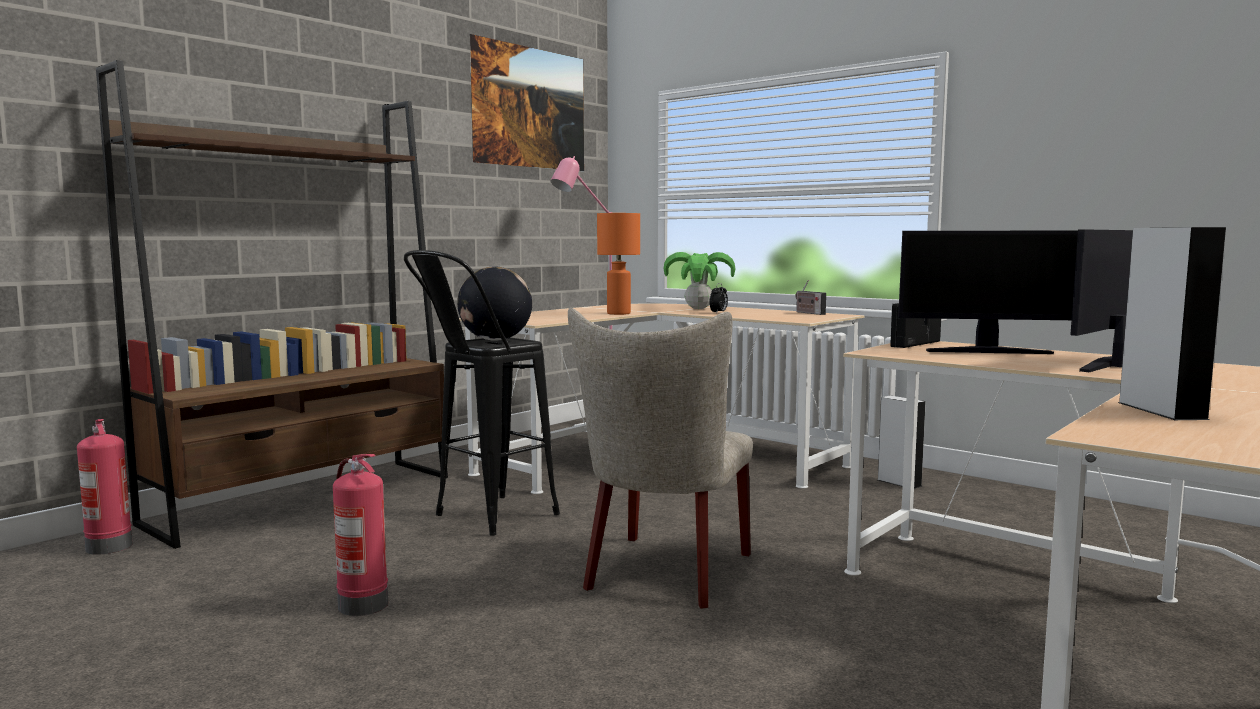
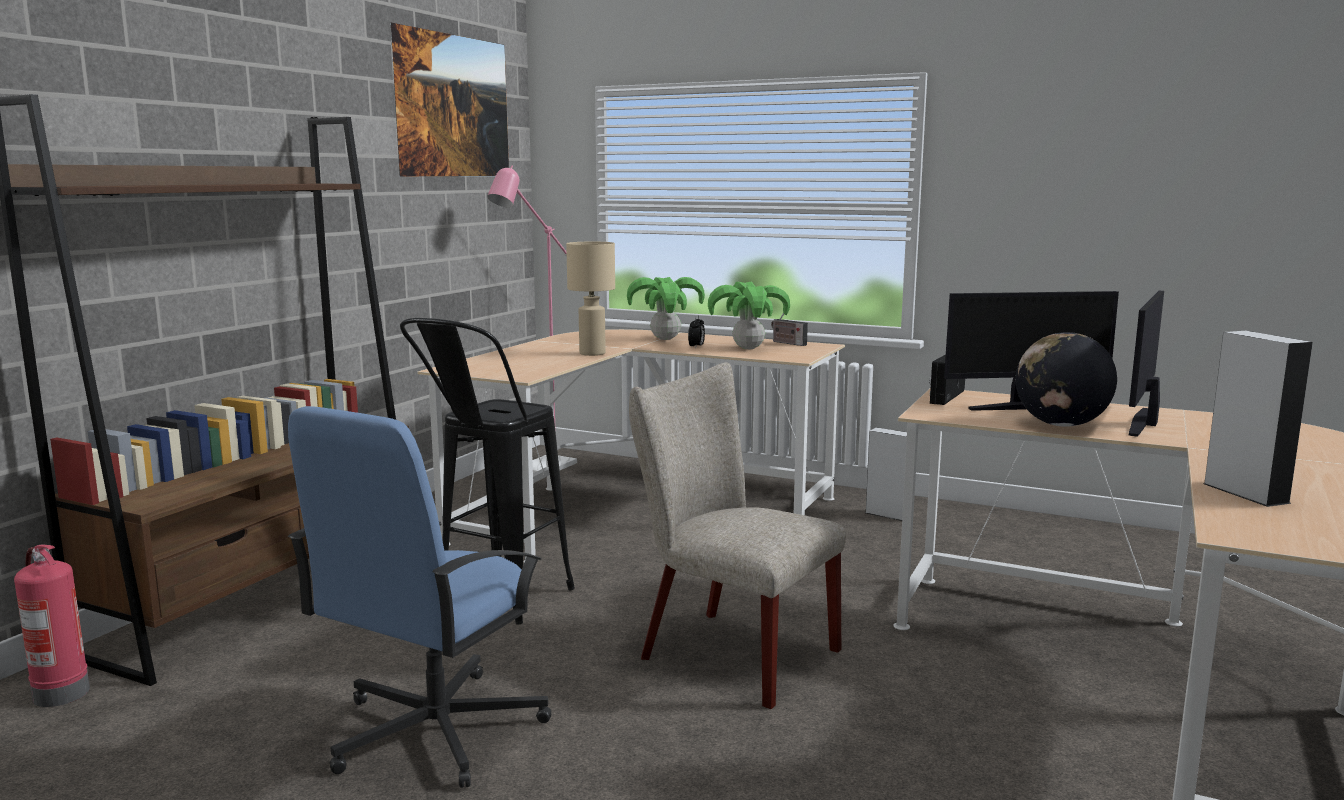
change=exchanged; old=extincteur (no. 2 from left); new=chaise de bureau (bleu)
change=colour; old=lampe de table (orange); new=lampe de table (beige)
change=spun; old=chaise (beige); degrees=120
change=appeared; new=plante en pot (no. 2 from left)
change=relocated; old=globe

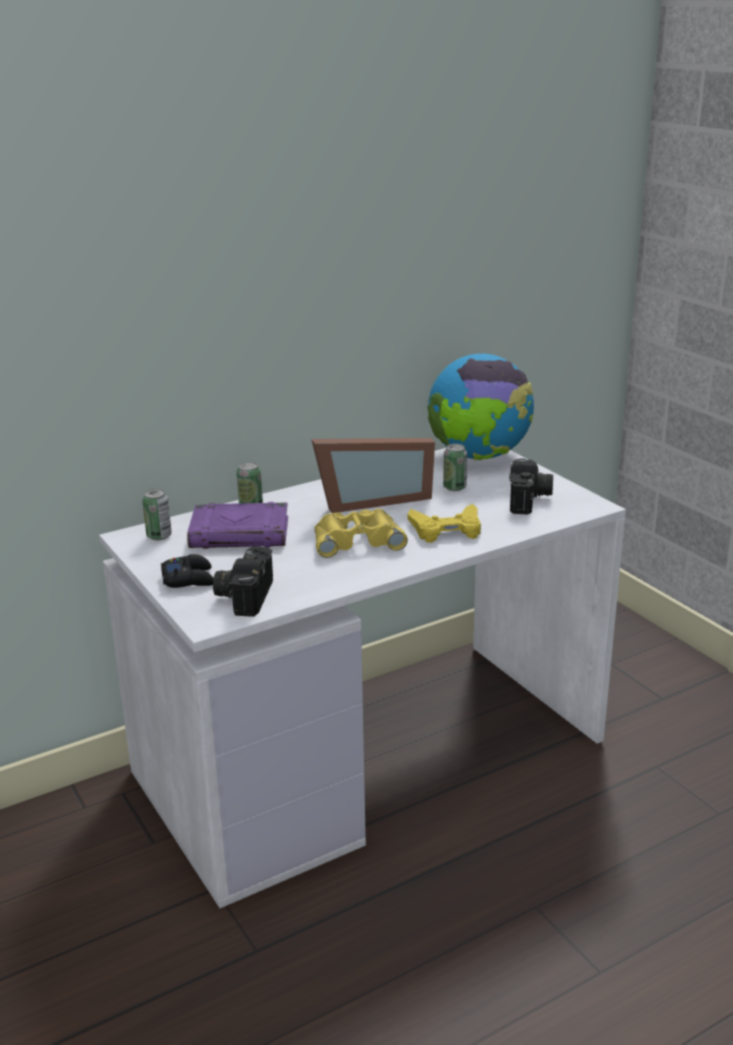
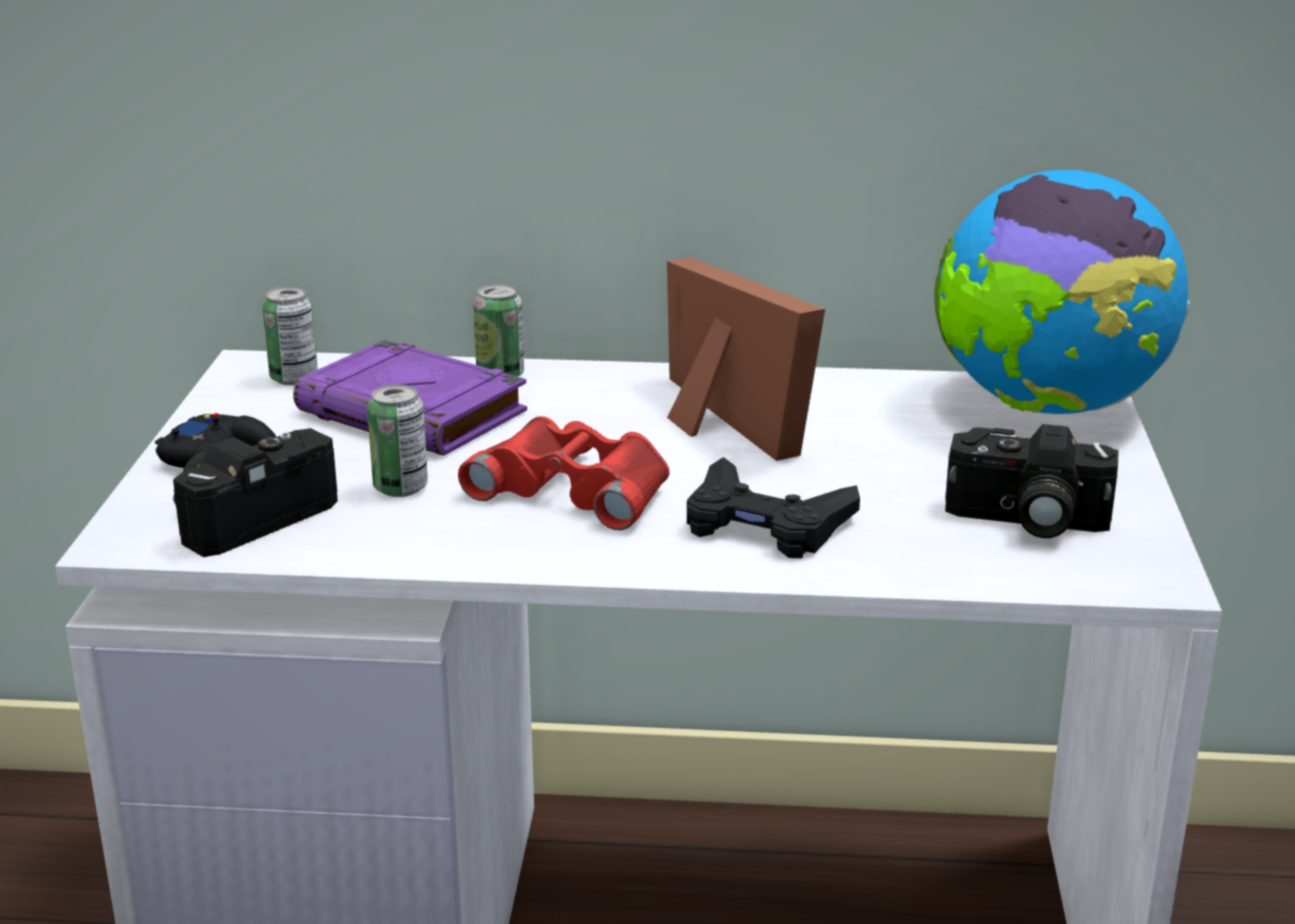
change=relocated; old=boîte métallique (no. 3 from left in the first image); new=boîte métallique (no. 2 from left)
change=colour; old=jumelles (jaune); new=jumelles (rouge)
change=spun; old=cadre photo; degrees=-135
change=colour; old=manette (jaune); new=manette (noir) (no. 2 from left)
change=spun; old=appareil photo (no. 2 from left); degrees=60

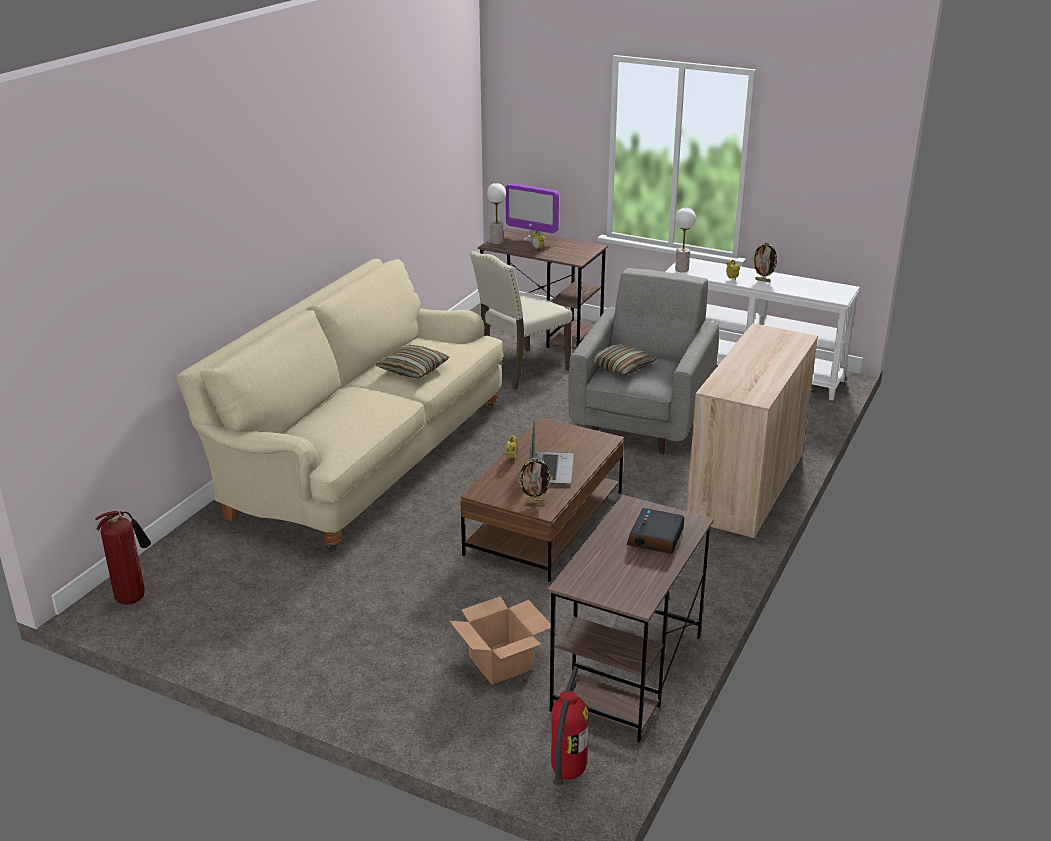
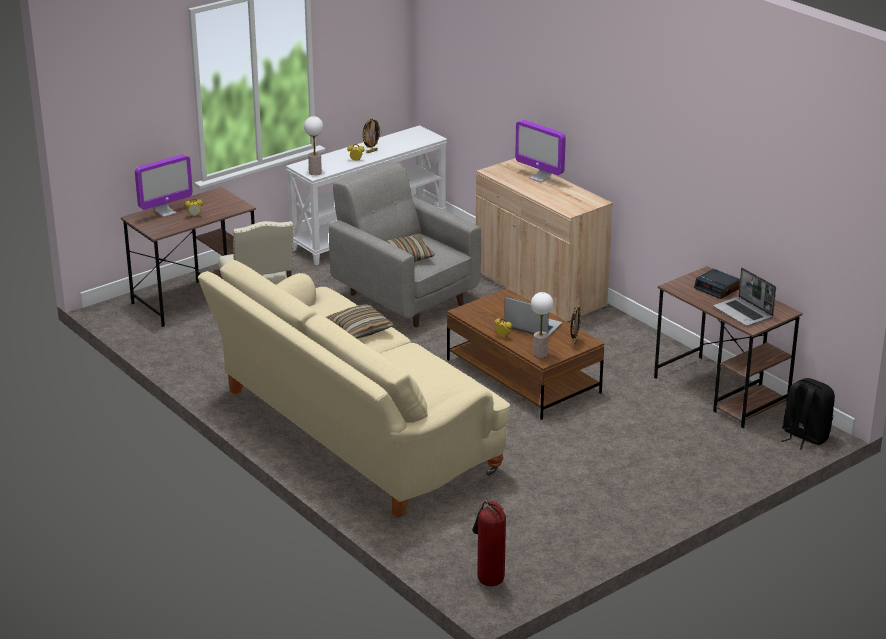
change=appeared; new=écran d'ordinateur (no. 2 from left)
change=relocated; old=lampe de table (no. 1 from left in the first image); new=lampe de table (no. 2 from left)
change=appeared; new=ordinateur portable (no. 2 from left)
change=exchanged; old=extincteur (no. 2 from left); new=sac à dos (noir)
change=missing; old=carton

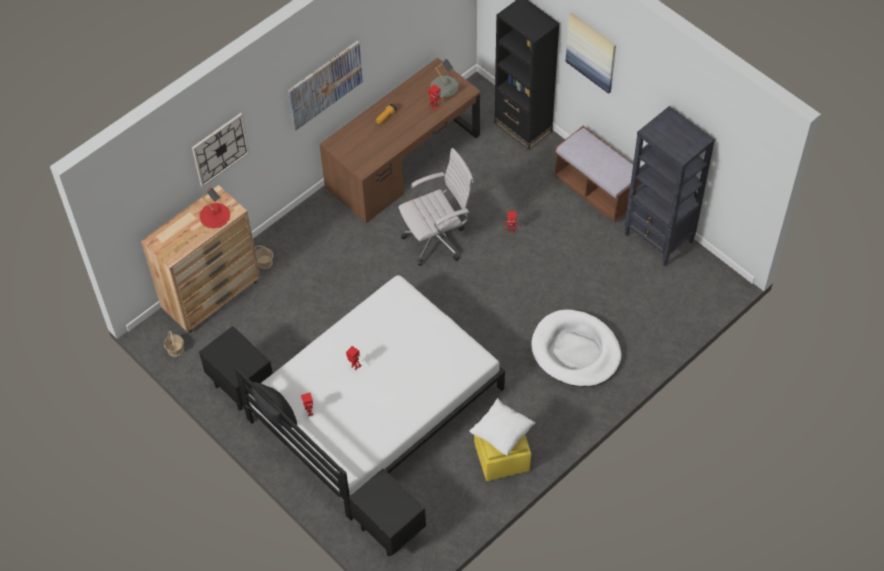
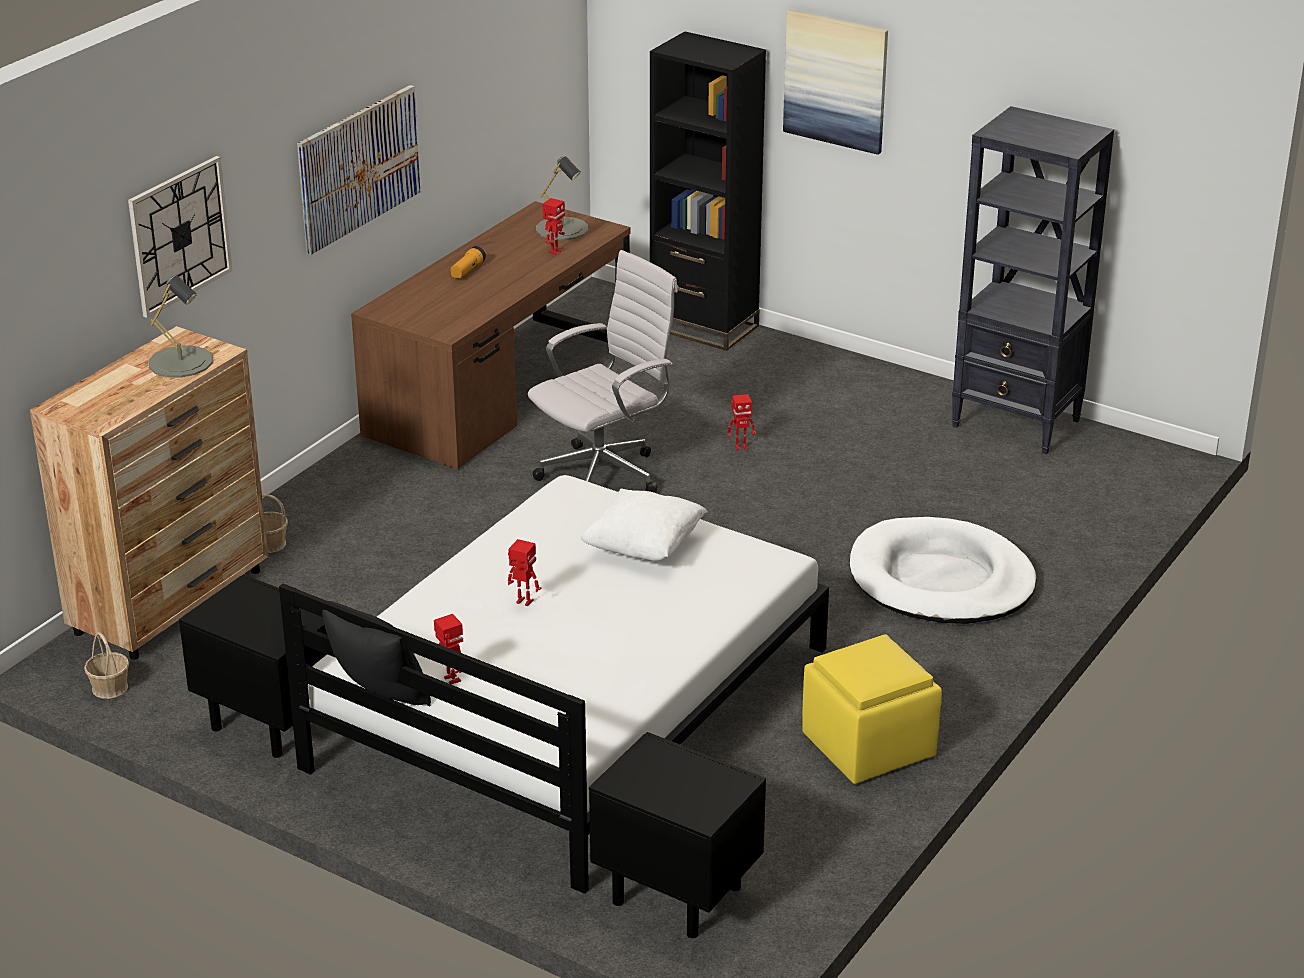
change=colour; old=lampe de table (rouge); new=lampe de table (gris) (no. 1 from left)
change=relocated; old=coussin (blanc)
change=missing; old=banc (marron)

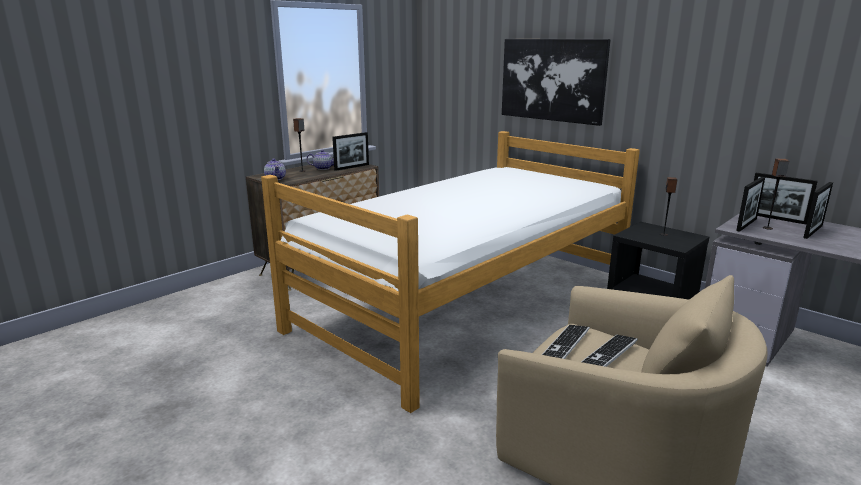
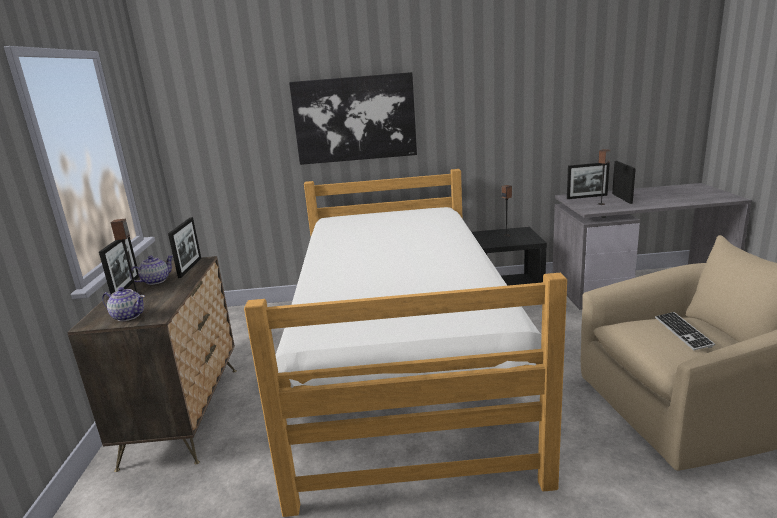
change=relocated; old=cadre photo (no. 2 from left in the first image); new=cadre photo (no. 1 from left)
change=missing; old=clavier (no. 1 from left)

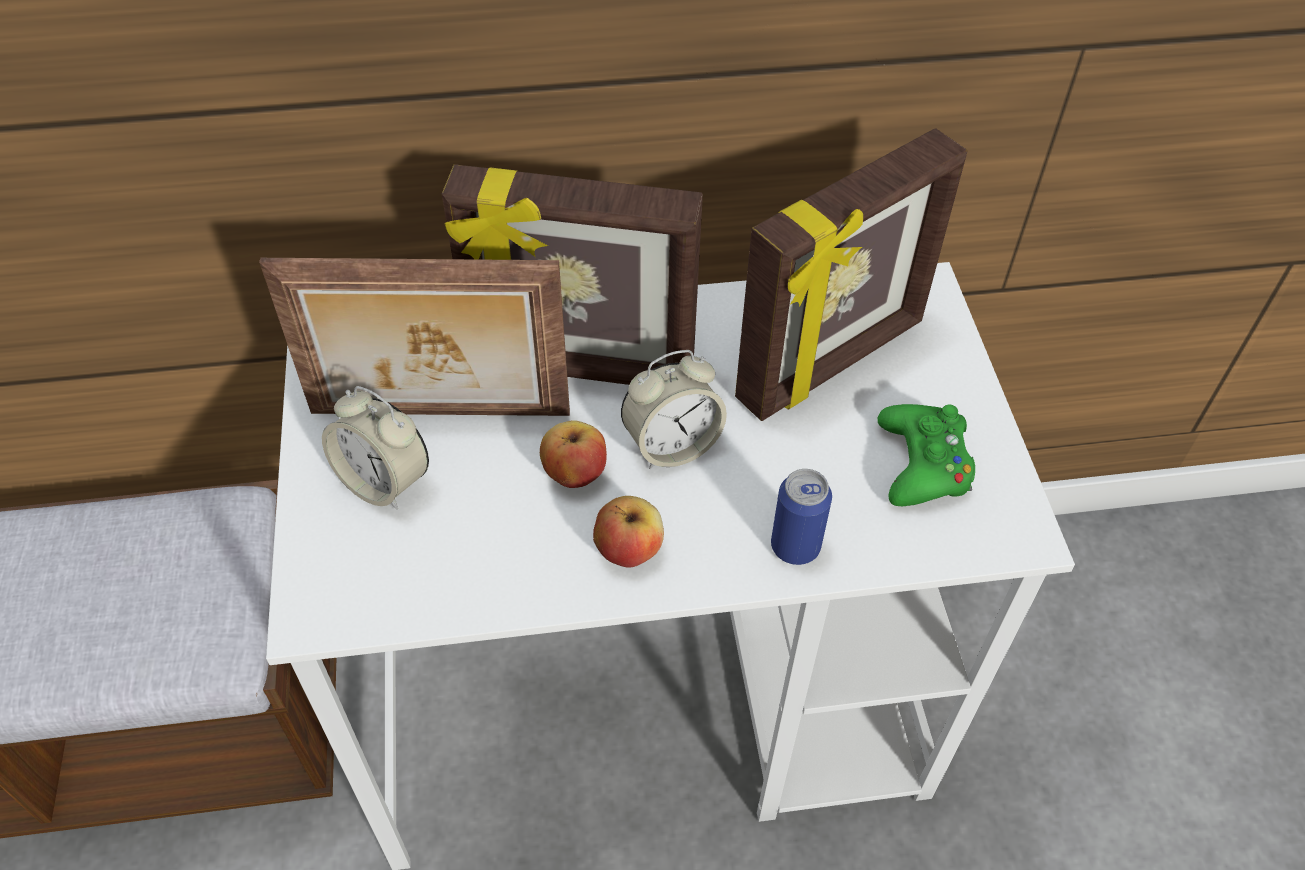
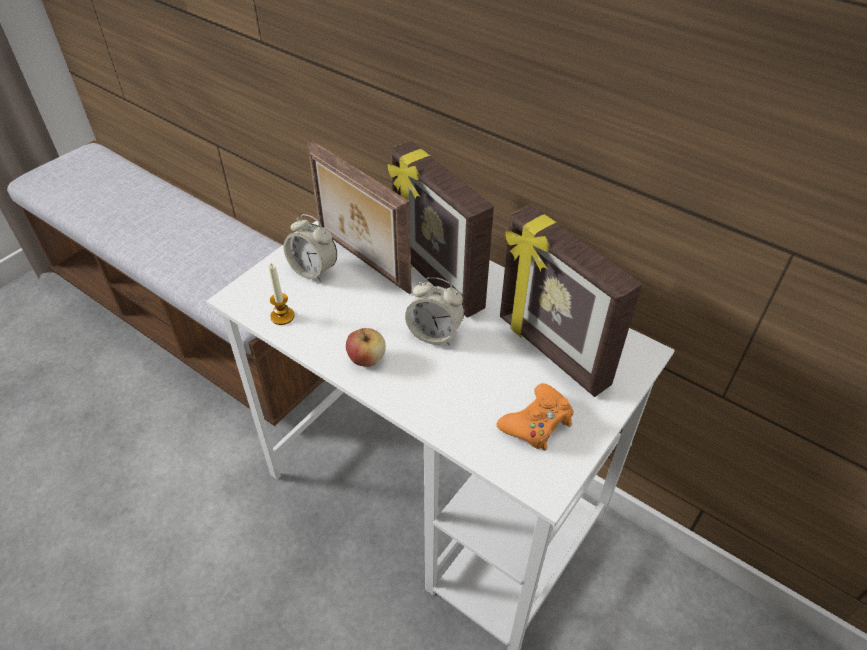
change=appeared; new=bougie
change=spun; old=réveil (no. 1 from left); degrees=-45
change=colour; old=manette (vert); new=manette (orange)
change=spun; old=cadre photo (no. 3 from left); degrees=45
change=missing; old=pomme (no. 1 from left)
change=missing; old=boîte métallique

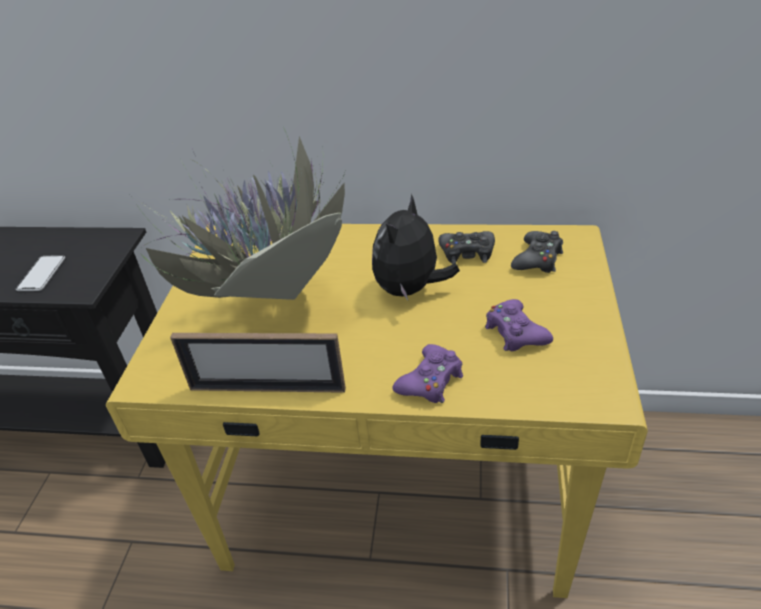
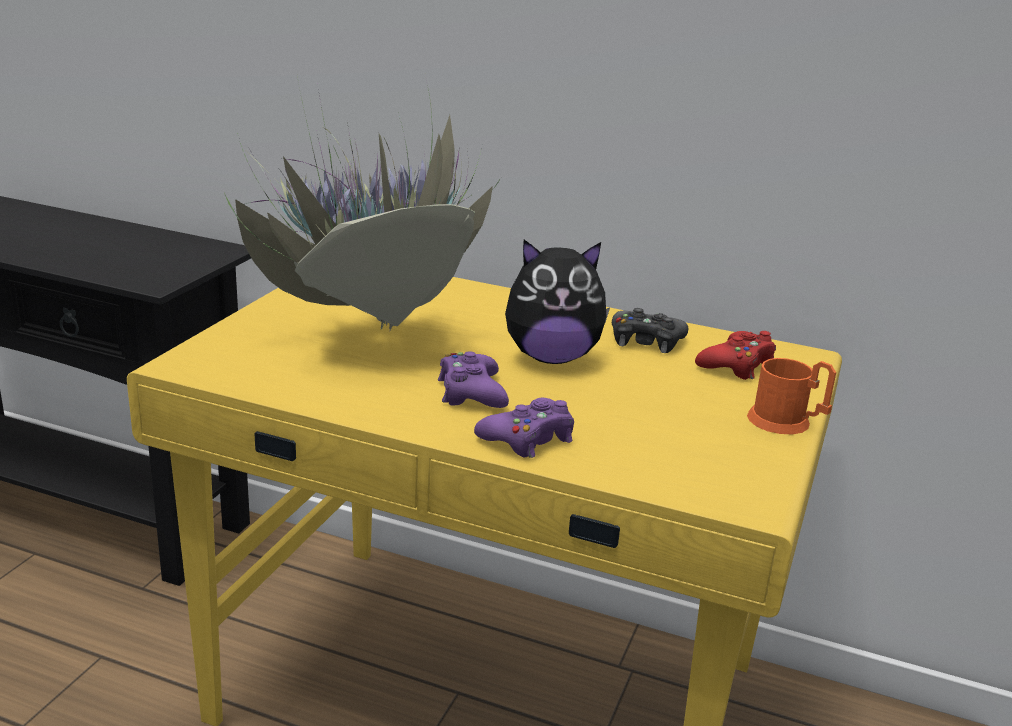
change=relocated; old=manette (violet) (no. 2 from left in the first image); new=manette (violet) (no. 1 from left)
change=spun; old=peluche; degrees=-135
change=colour; old=manette (noir) (no. 2 from left); new=manette (rouge)
change=appeared; new=mug (orange)
change=missing; old=téléphone
change=missing; old=cadre photo

